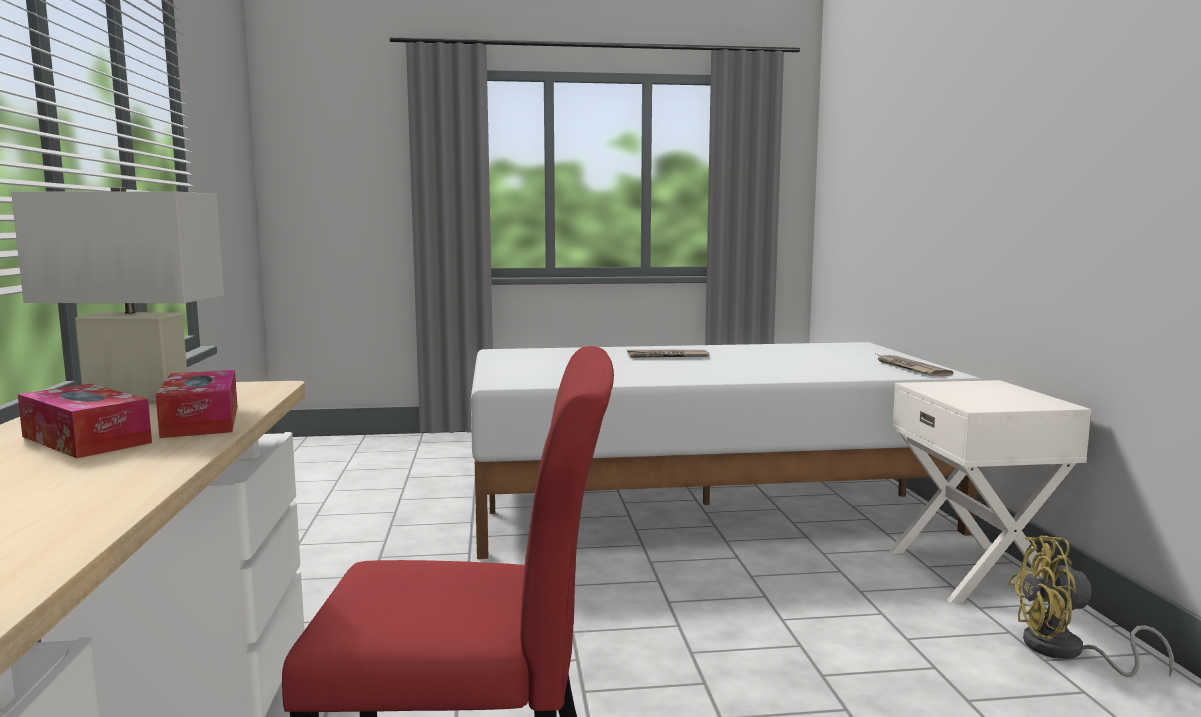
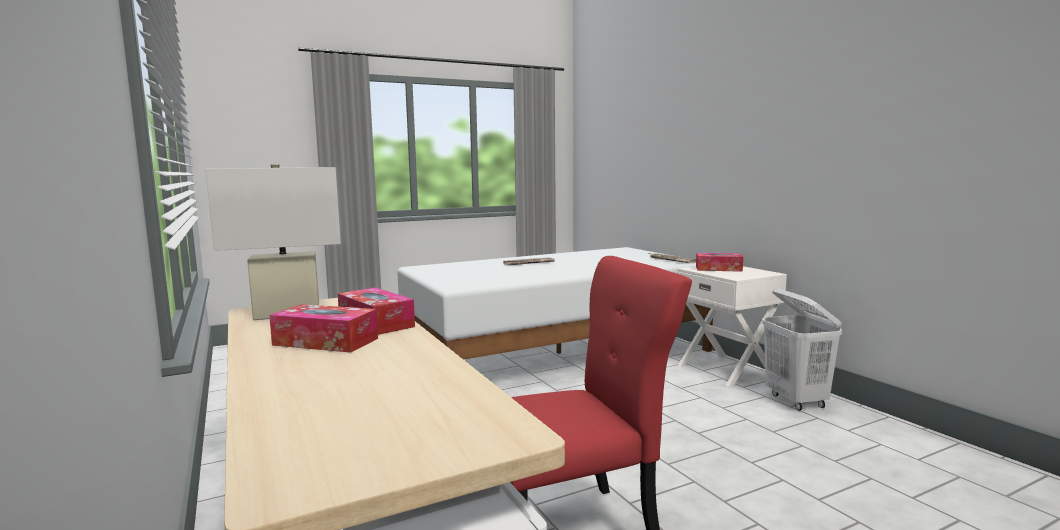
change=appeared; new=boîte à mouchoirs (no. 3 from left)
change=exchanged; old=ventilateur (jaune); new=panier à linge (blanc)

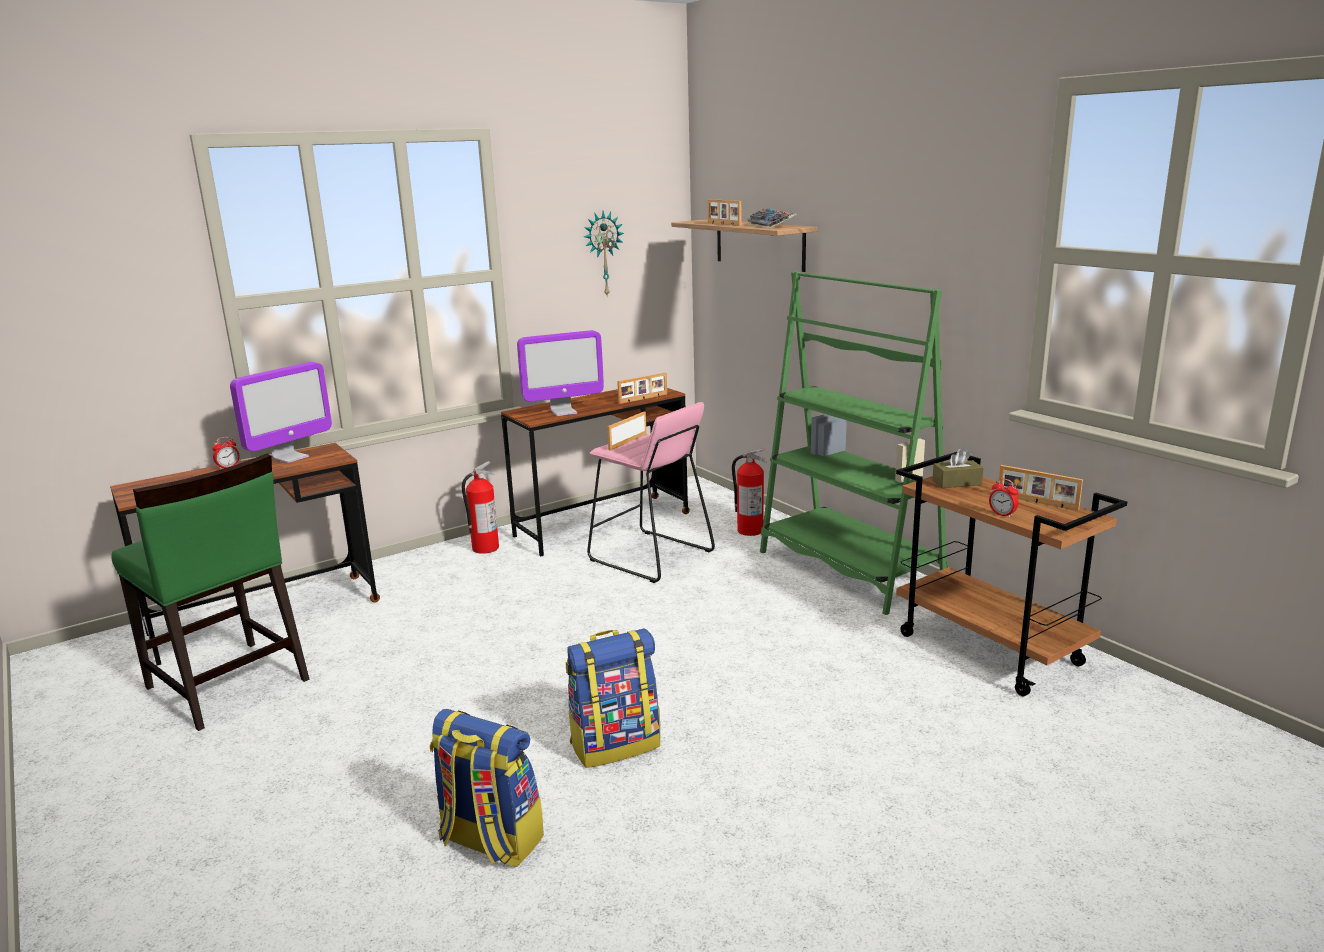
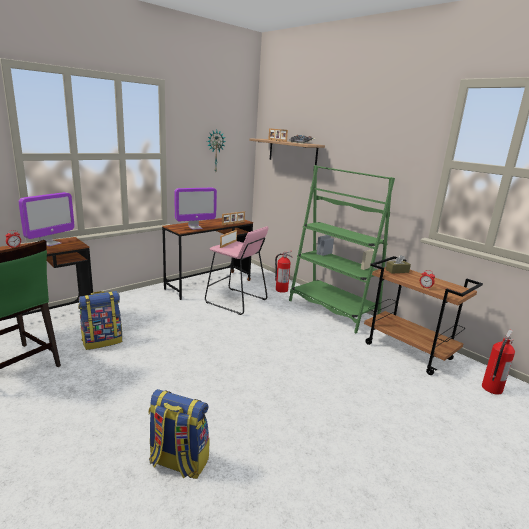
change=relocated; old=sac à dos (no. 2 from left in the first image); new=sac à dos (no. 1 from left)
change=relocated; old=extincteur (no. 1 from left in the first image); new=extincteur (no. 2 from left)
change=missing; old=cadre photo (no. 4 from left)

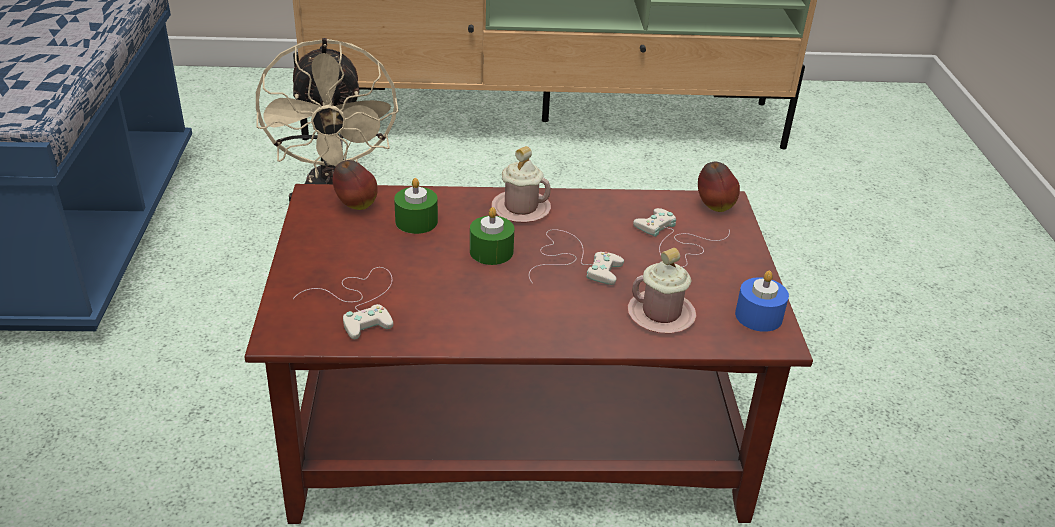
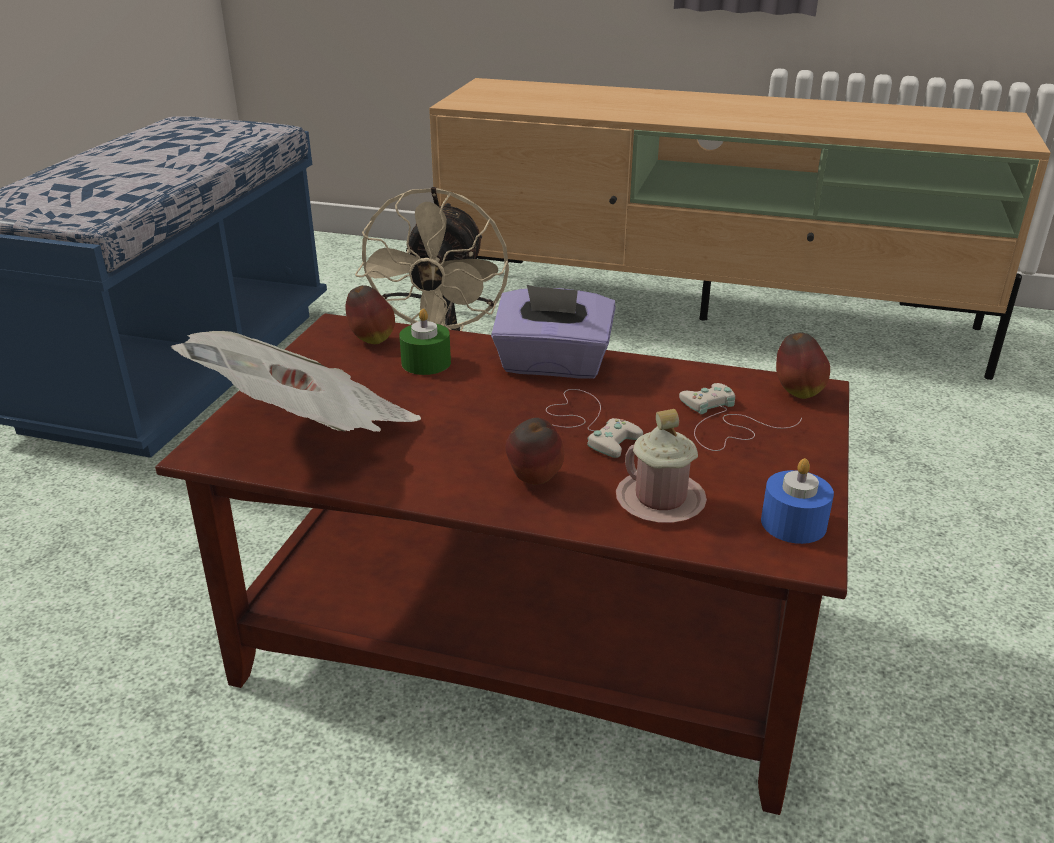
change=exchanged; old=manette (blanc) (no. 1 from left); new=journal
change=exchanged; old=mug (rose) (no. 1 from left); new=boîte à mouchoirs (violet)
change=appeared; new=pomme (no. 2 from left)
change=missing; old=bougie (vert) (no. 2 from left)

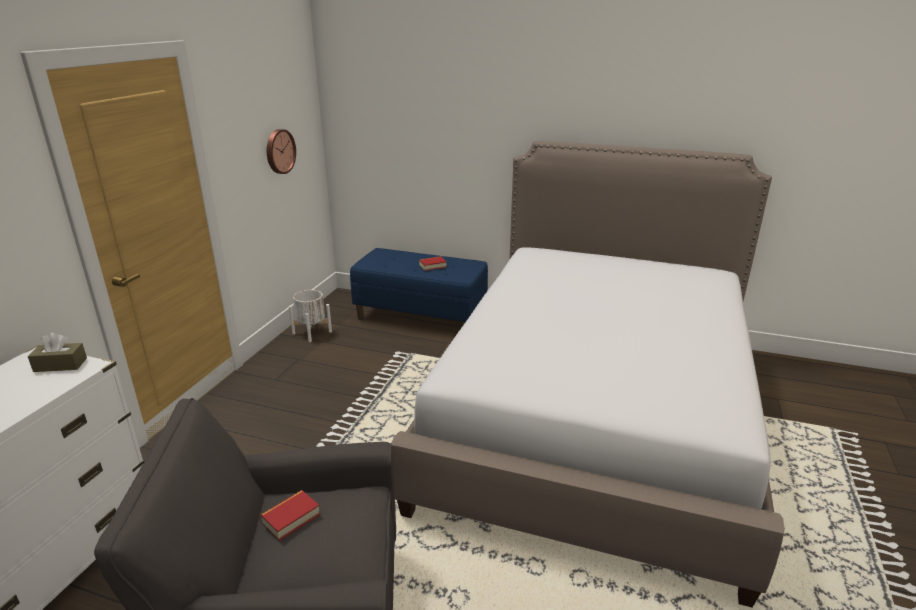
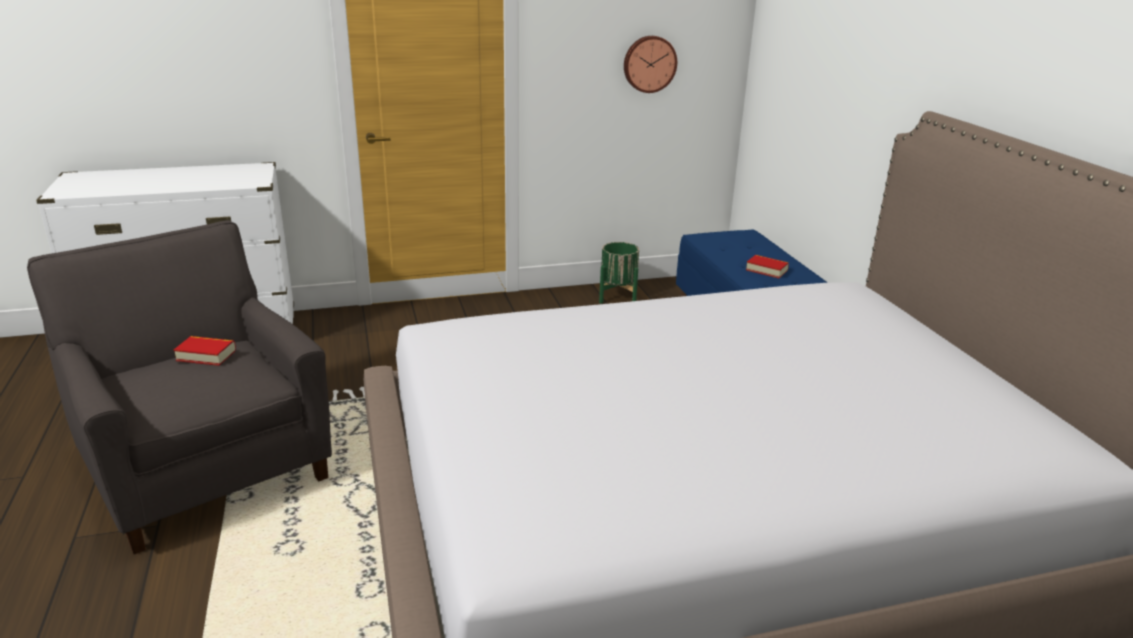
change=colour; old=cache-pot (blanc); new=cache-pot (vert)
change=missing; old=boîte à mouchoirs (marron)

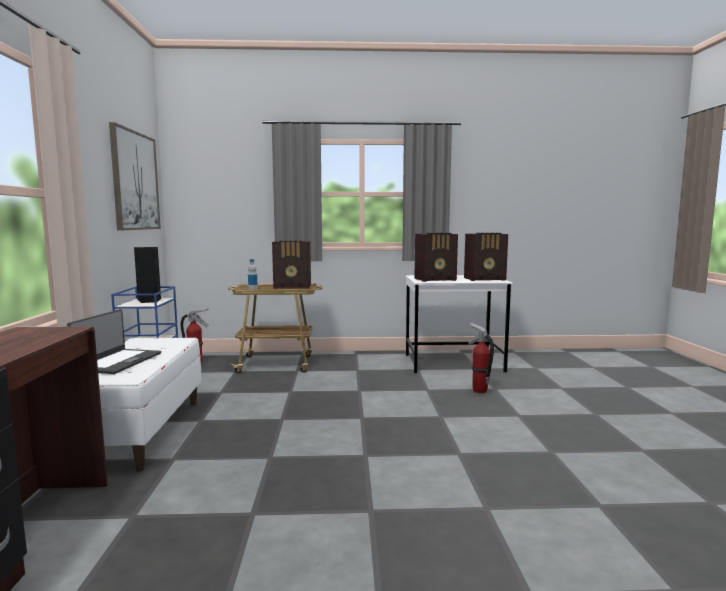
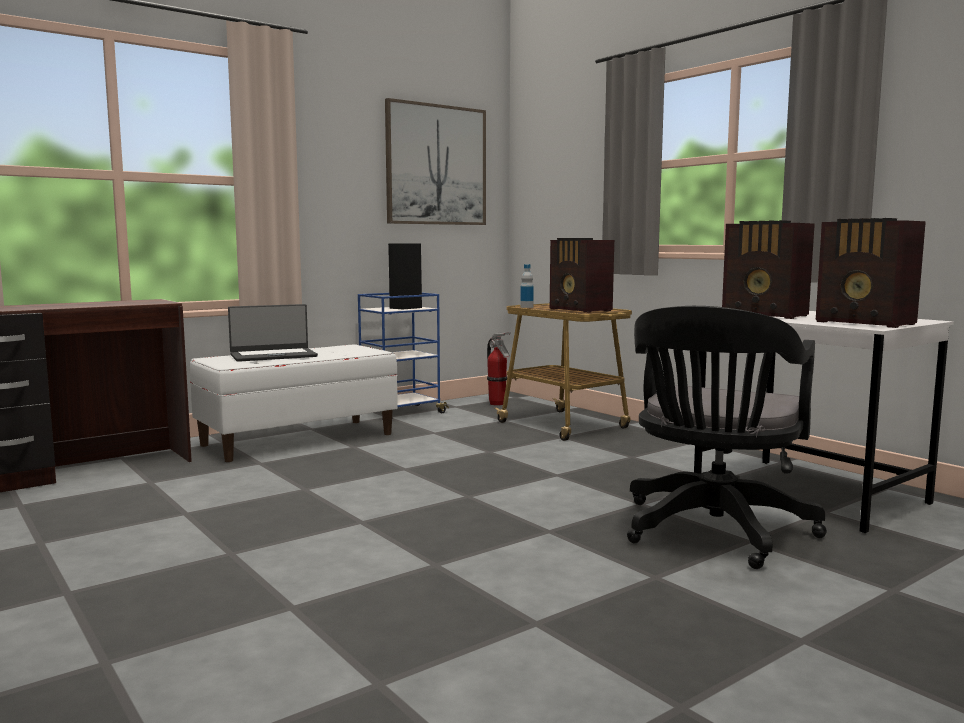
change=exchanged; old=extincteur (no. 2 from left); new=chaise de bureau (noir)

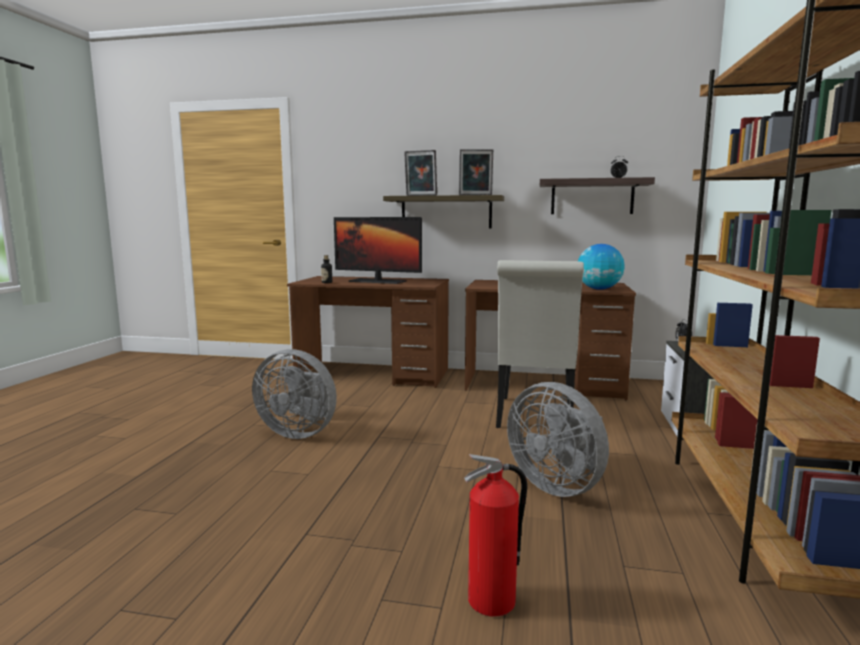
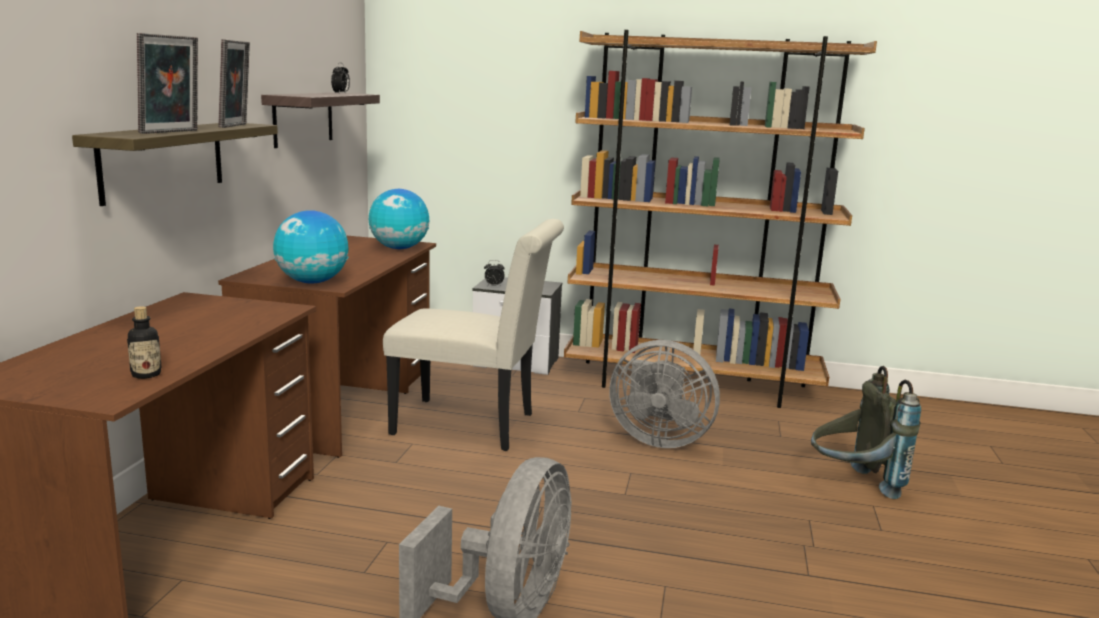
change=appeared; new=globe (no. 1 from left)
change=spun; old=ventilateur (gris) (no. 2 from left); degrees=60
change=exchanged; old=extincteur; new=sac à dos (gris)
change=missing; old=écran d'ordinateur

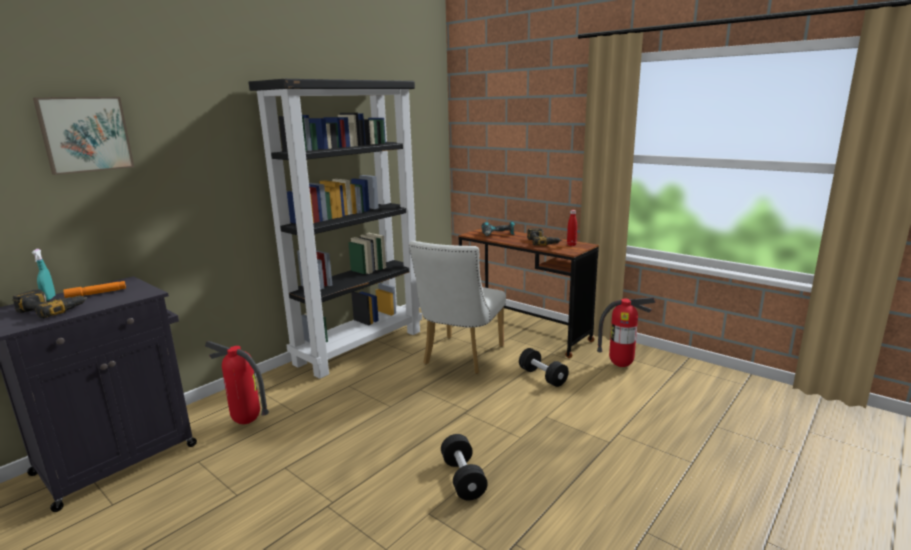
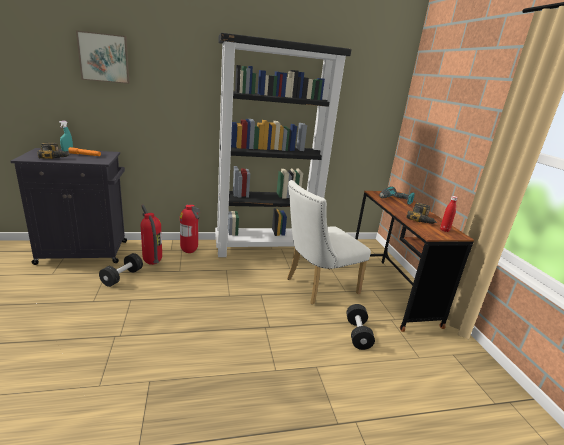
change=relocated; old=haltère (noir) (no. 1 from left)
change=relocated; old=extincteur (no. 2 from left)

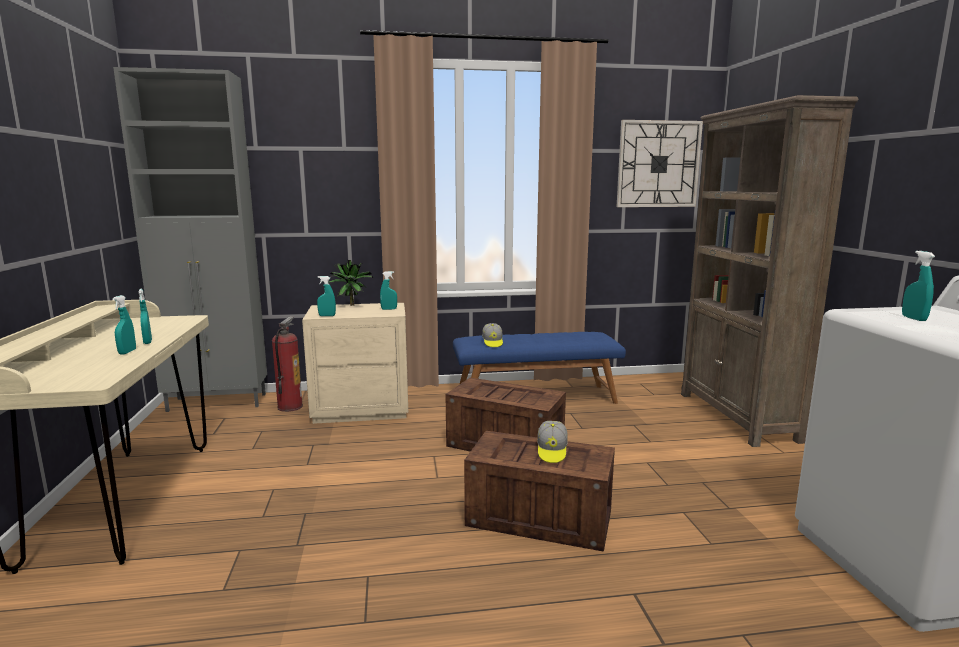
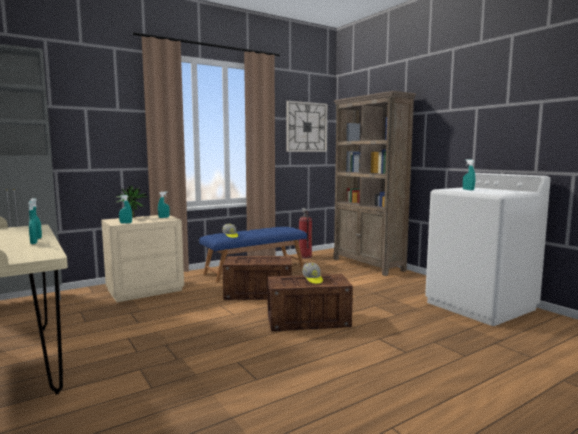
change=relocated; old=extincteur

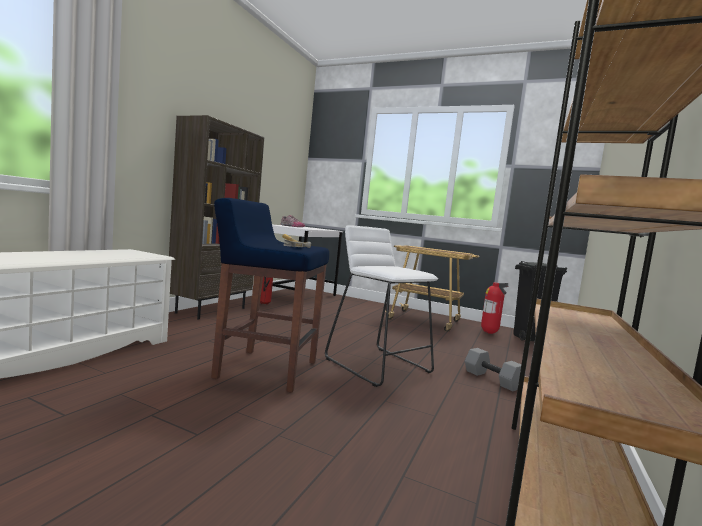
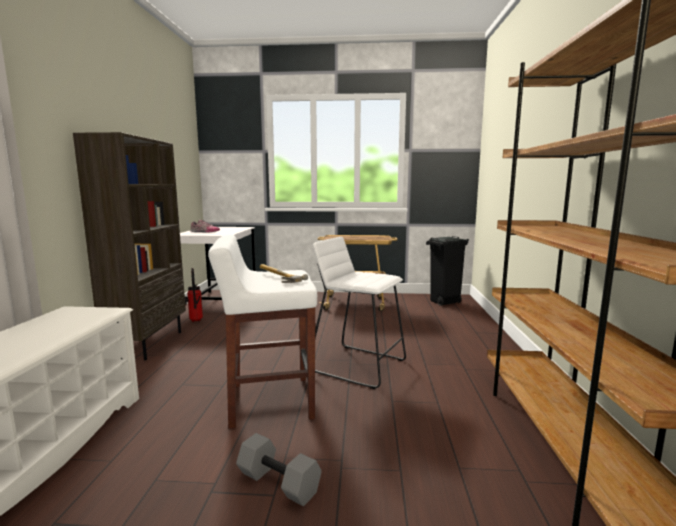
change=colour; old=tabouret (bleu); new=tabouret (blanc) (no. 1 from left)
change=relocated; old=haltère (gris)
change=missing; old=extincteur (no. 2 from left)

